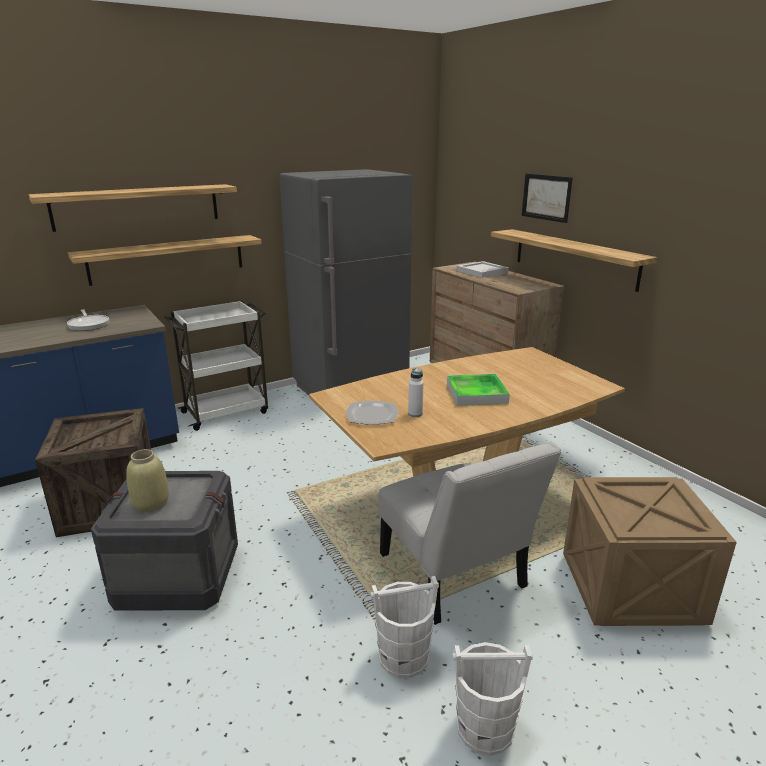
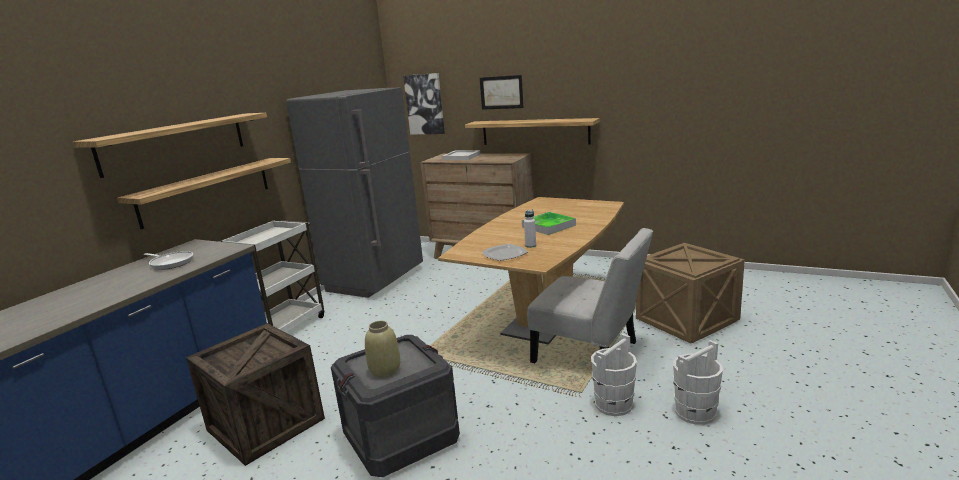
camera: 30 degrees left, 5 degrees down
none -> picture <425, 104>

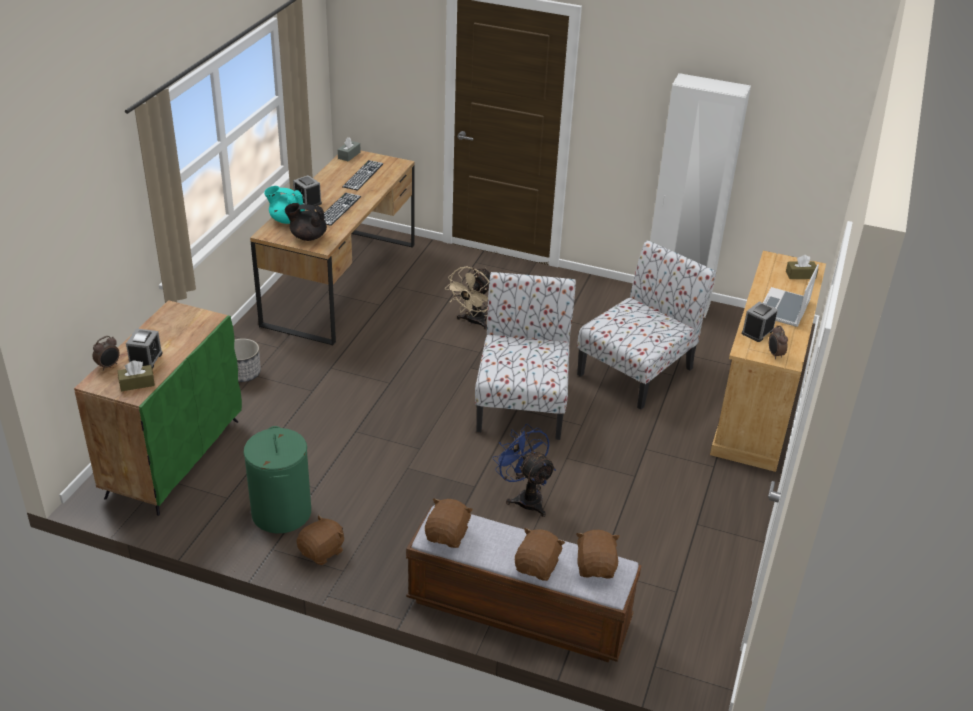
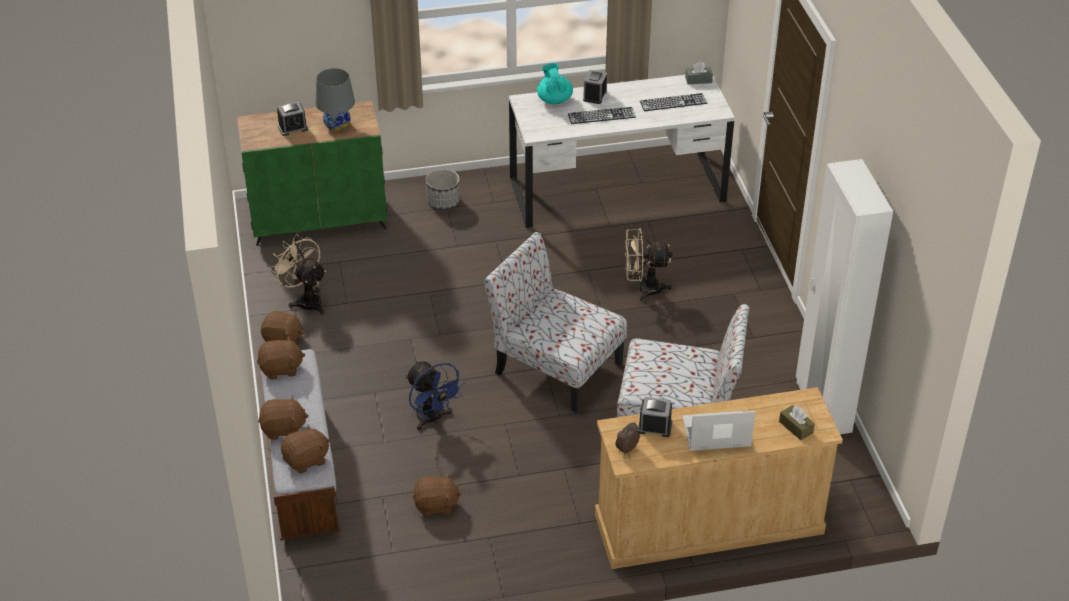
camera: 60 degrees right, 5 degrees up
alarm clock <108, 366> -> none
brown tissue box <137, 383> -> none
green laundry basket <281, 513> -> beige fan <306, 300>
brown desk <341, 283> -> white desk <617, 190>
black teapot <307, 237> -> none
chair <522, 403> -> chair <555, 367>, 120 degrees counterclockwise
blue fan <525, 497> -> blue fan <432, 419>, 120 degrees clockwise
none -> grey table lamp <337, 125>
none -> brown plush toy <436, 505>

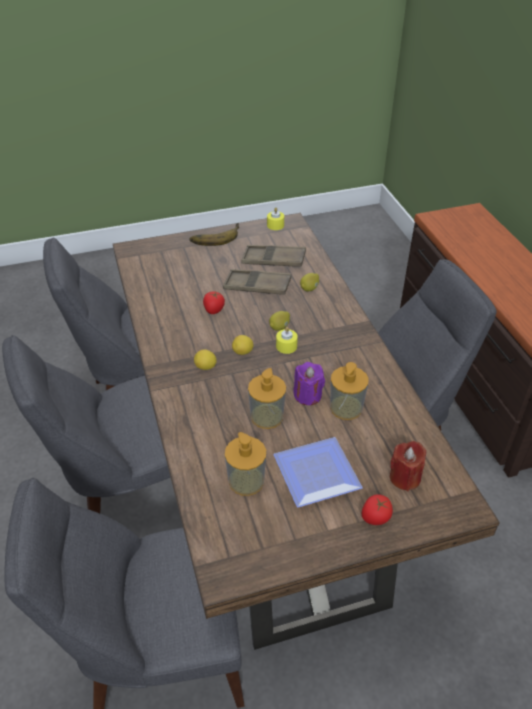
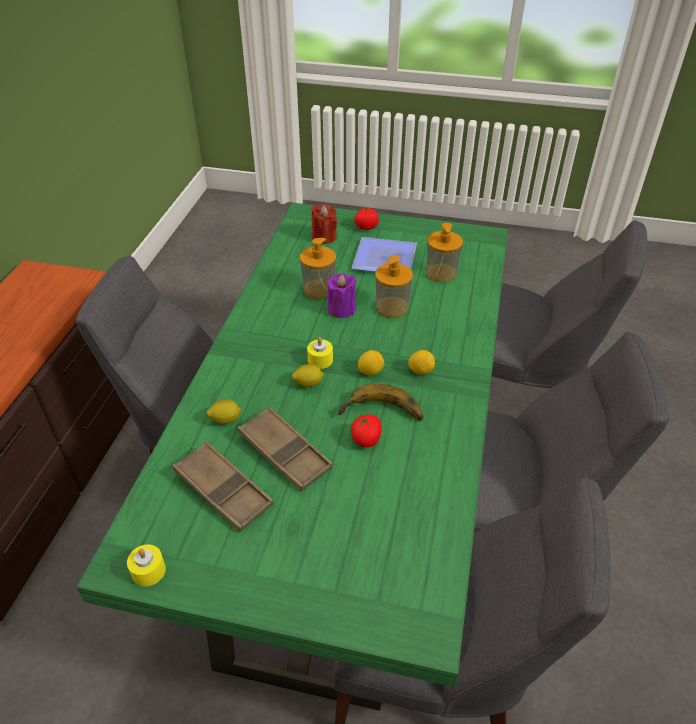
camera: 150 degrees left, 0 degrees up
brown dining table <267, 474> -> green dining table <347, 496>
banana <215, 237> -> banana <382, 415>, moved

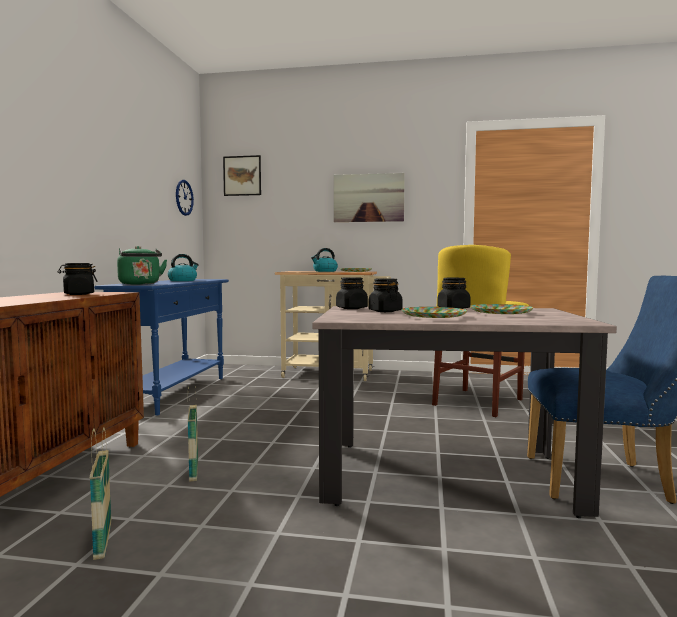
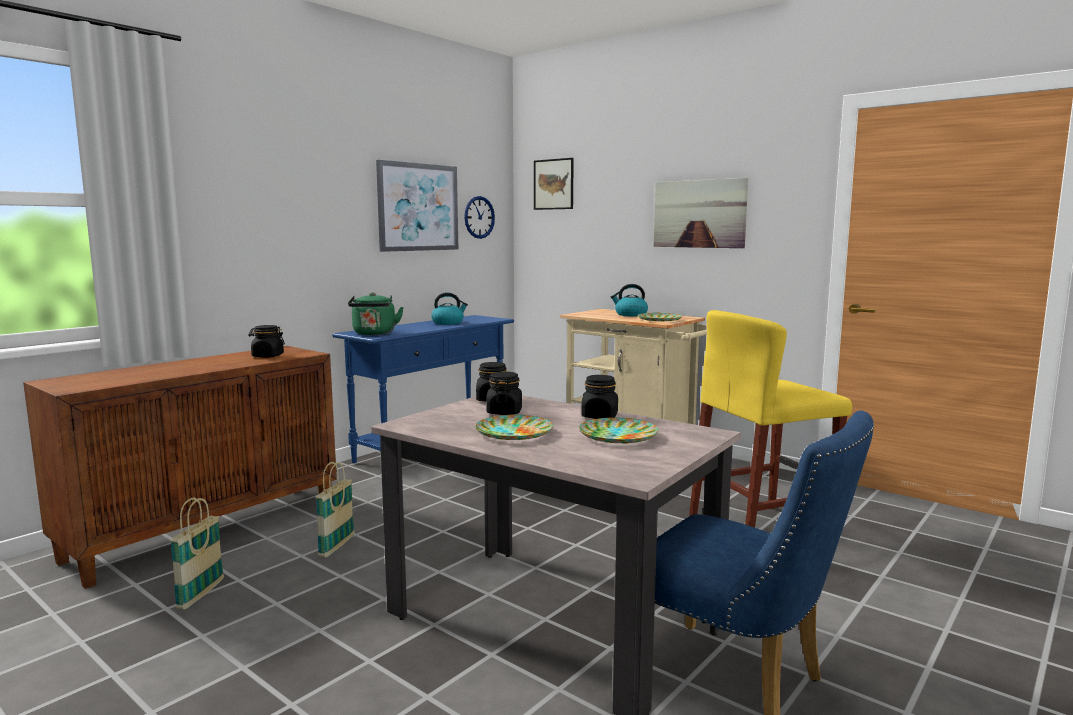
camera: 30 degrees right, 5 degrees up
none -> picture <418, 207>

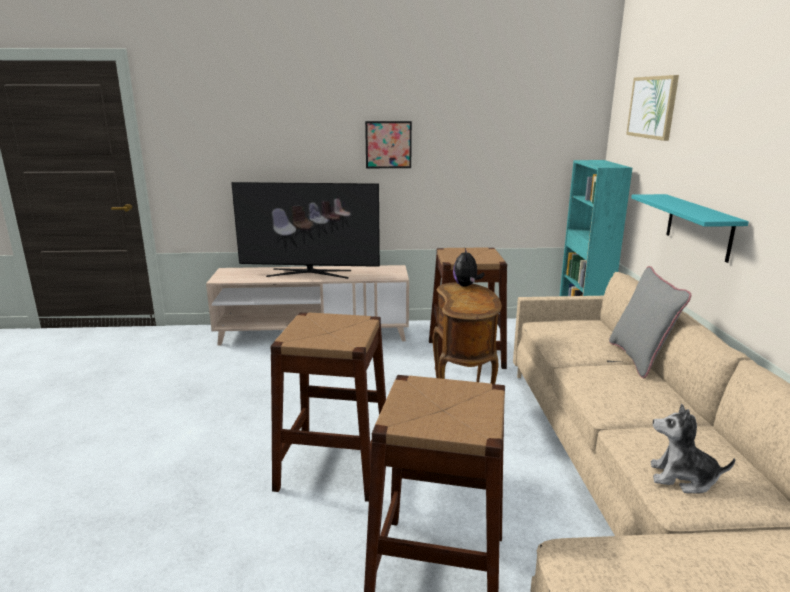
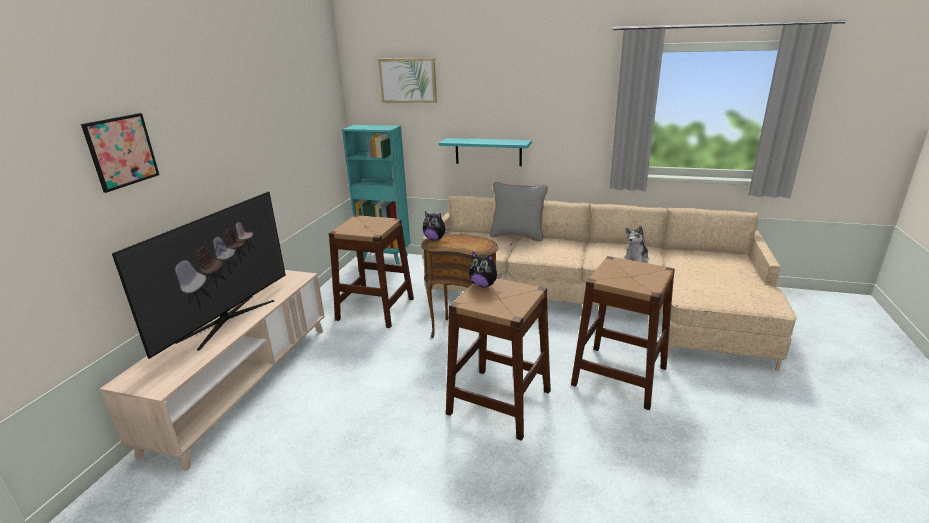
camera: 70 degrees left, 5 degrees up
picture <388, 144> -> picture <122, 151>, moved
none -> plush toy <484, 285>

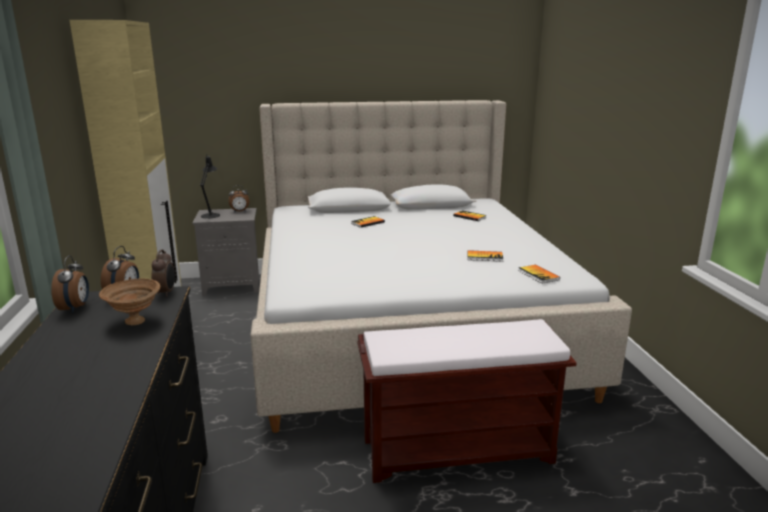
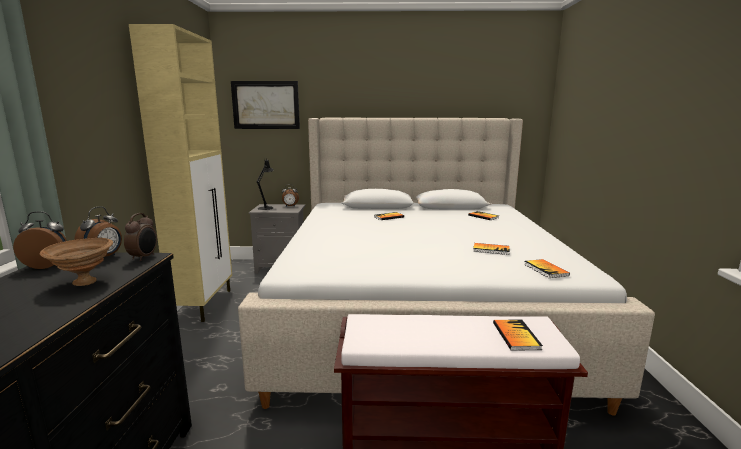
camera: 10 degrees right, 5 degrees down
alarm clock <75, 308> -> alarm clock <47, 265>, 105 degrees counterclockwise
none -> picture <266, 105>
none -> book <516, 336>

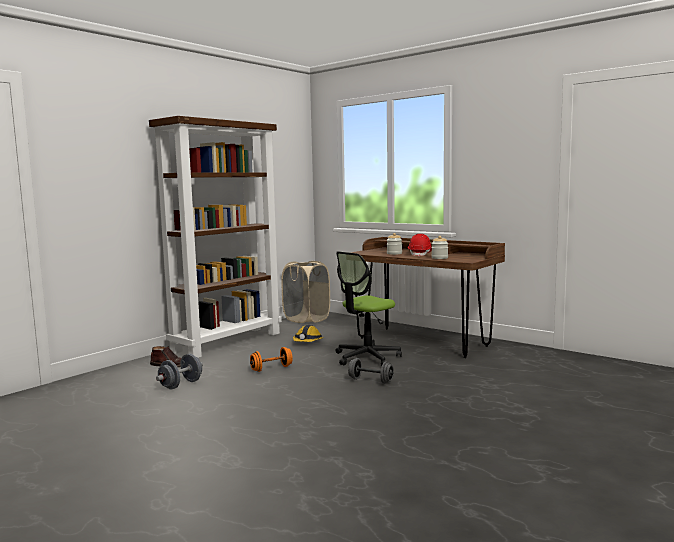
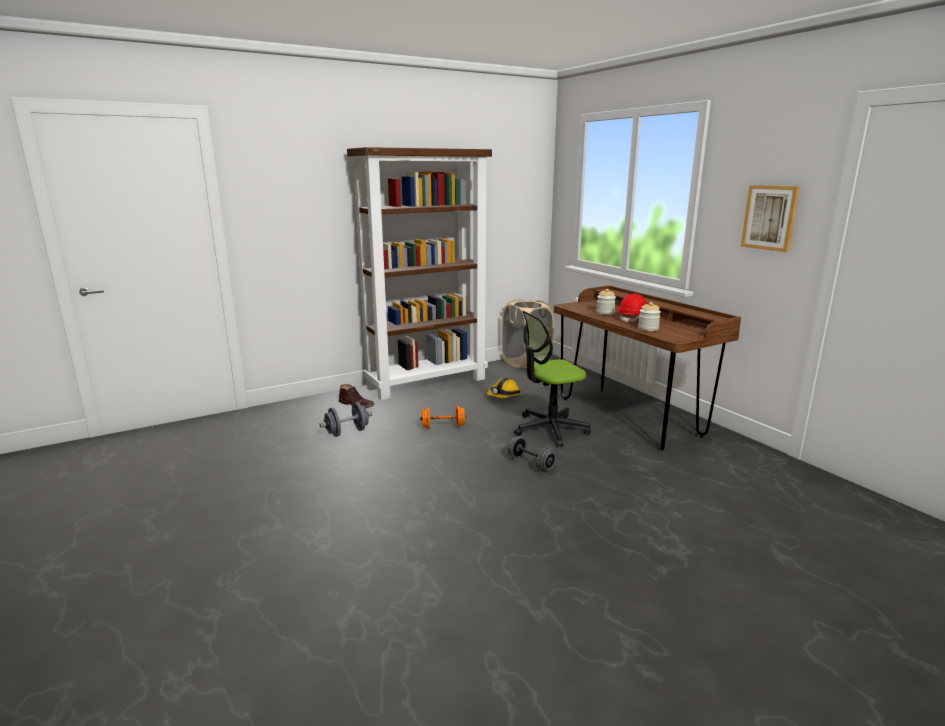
camera: 20 degrees right, 10 degrees up
none -> picture <770, 217>

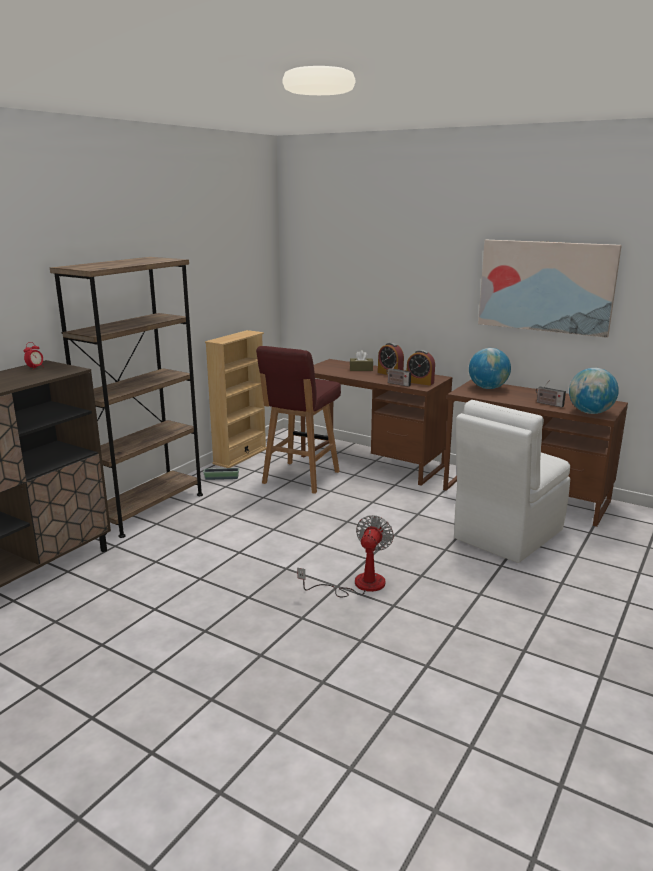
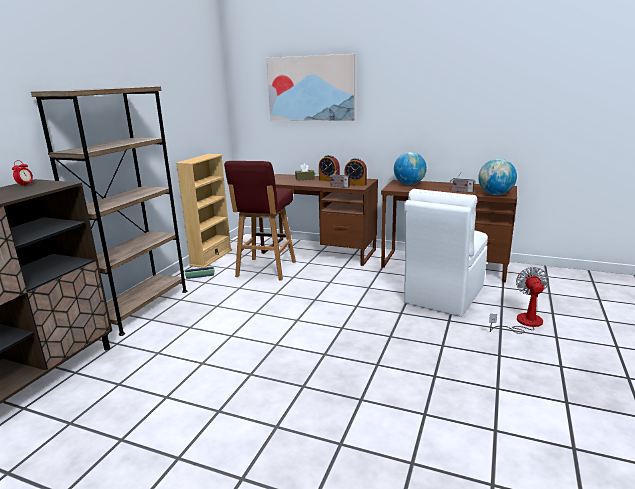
camera: 10 degrees left, 0 degrees up
fan <358, 585> -> fan <522, 323>, moved
picture <546, 286> -> picture <311, 88>, moved

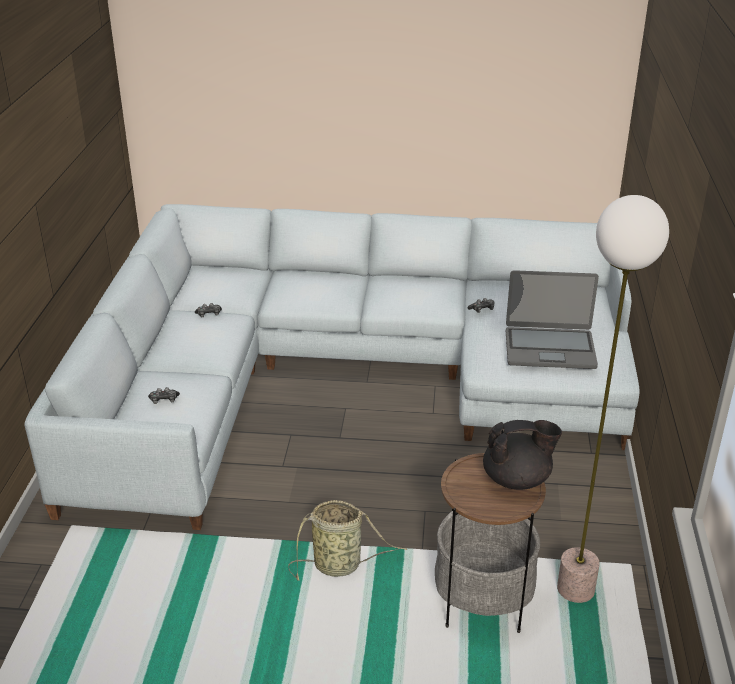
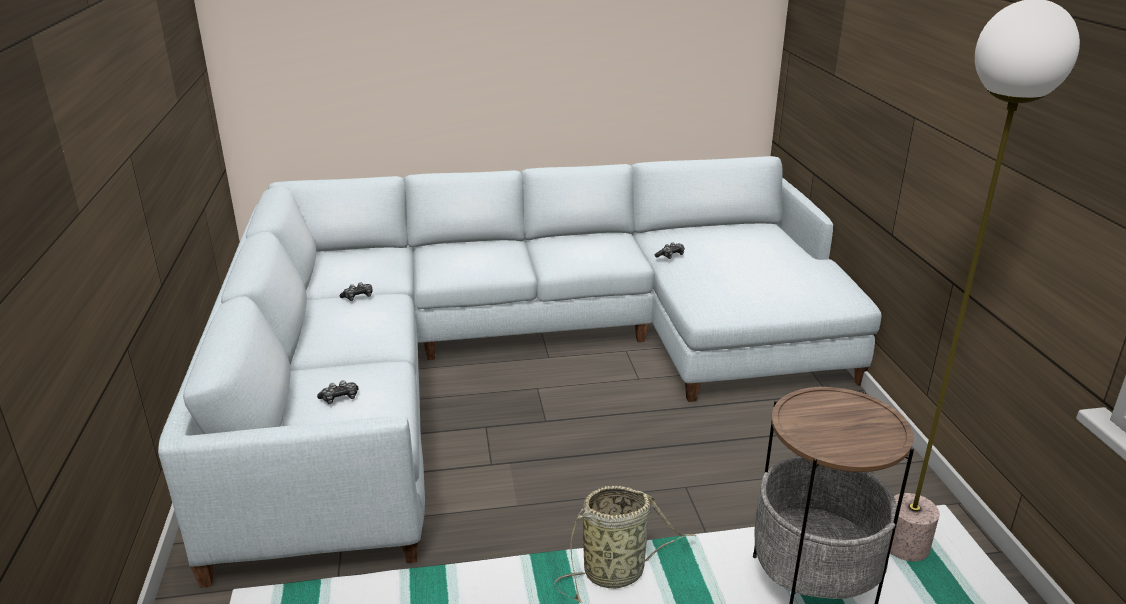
camera: 15 degrees left, 5 degrees down
black teapot <517, 479> -> none
laptop <549, 348> -> none

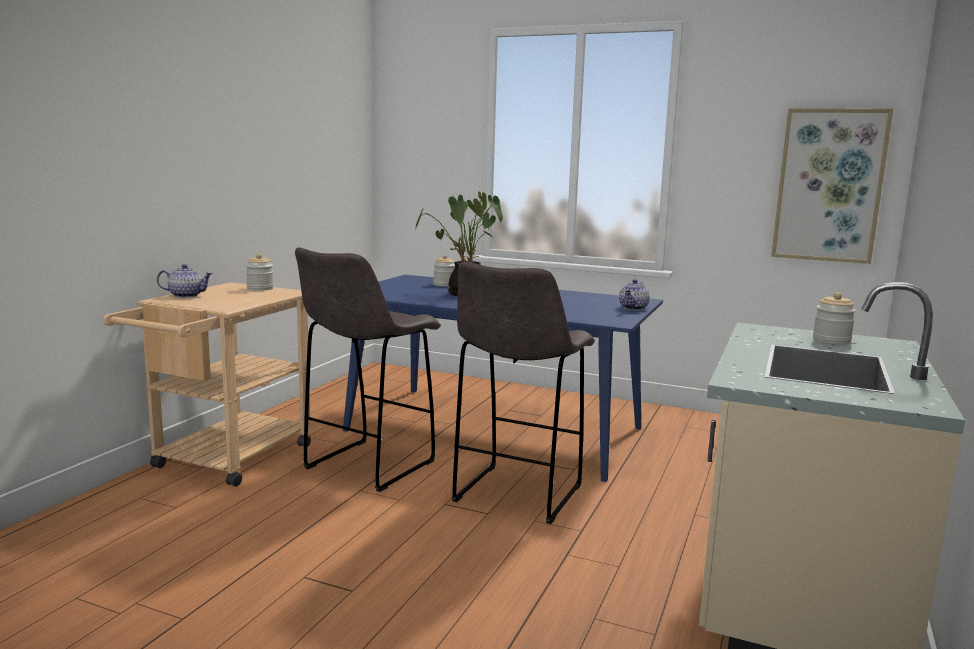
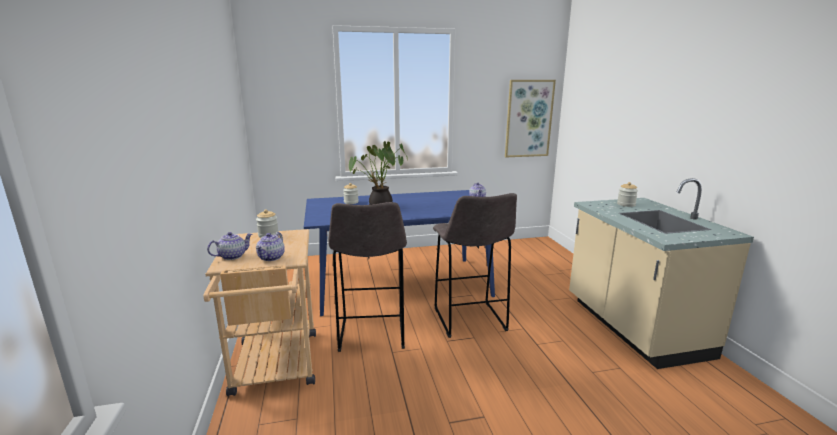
camera: 35 degrees left, 5 degrees up
none -> teapot <271, 257>

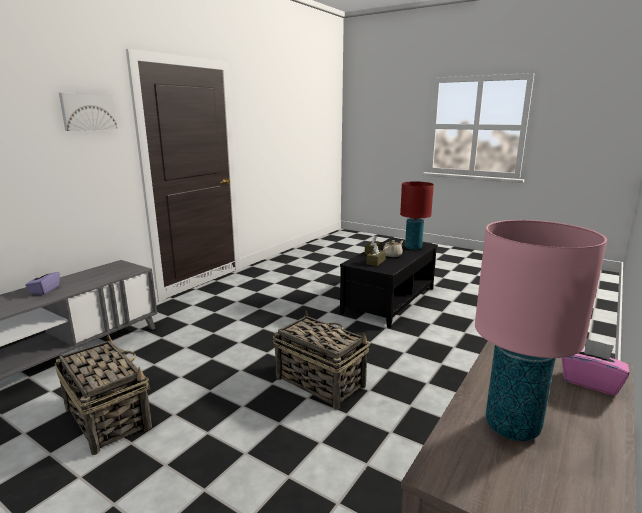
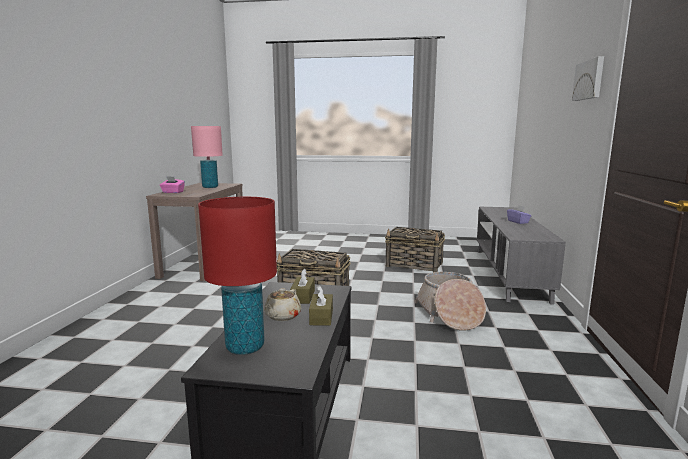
camera: 155 degrees right, 5 degrees down
none -> basket <449, 314>

